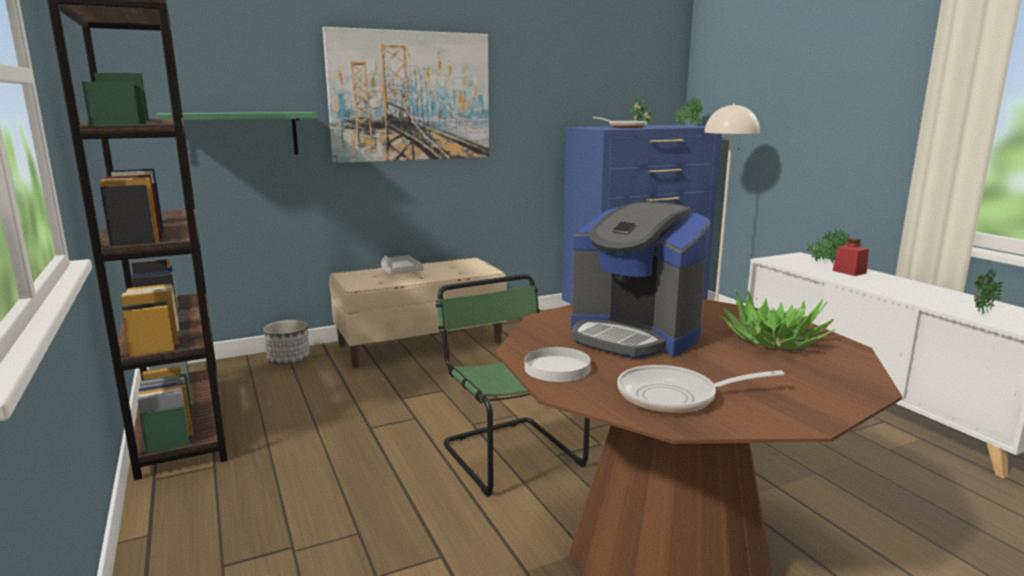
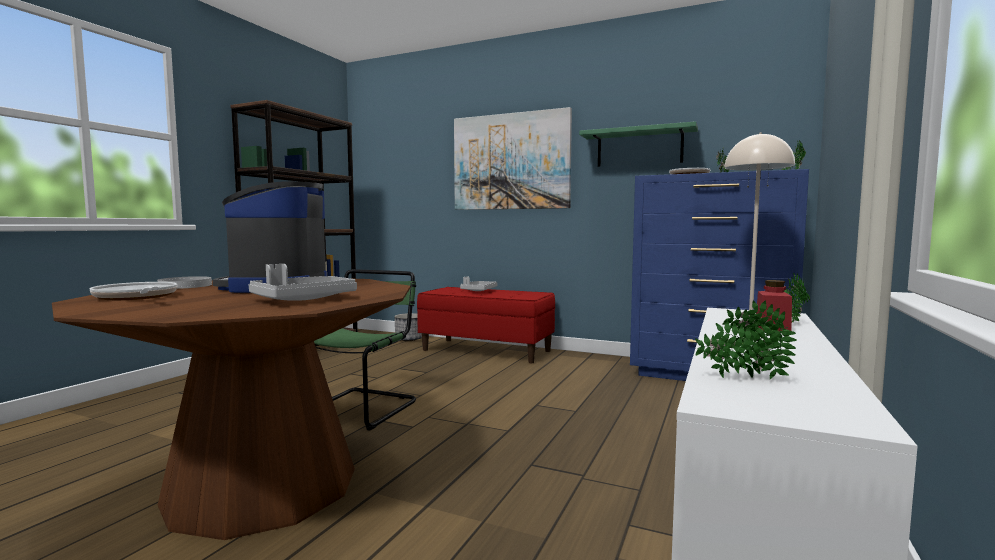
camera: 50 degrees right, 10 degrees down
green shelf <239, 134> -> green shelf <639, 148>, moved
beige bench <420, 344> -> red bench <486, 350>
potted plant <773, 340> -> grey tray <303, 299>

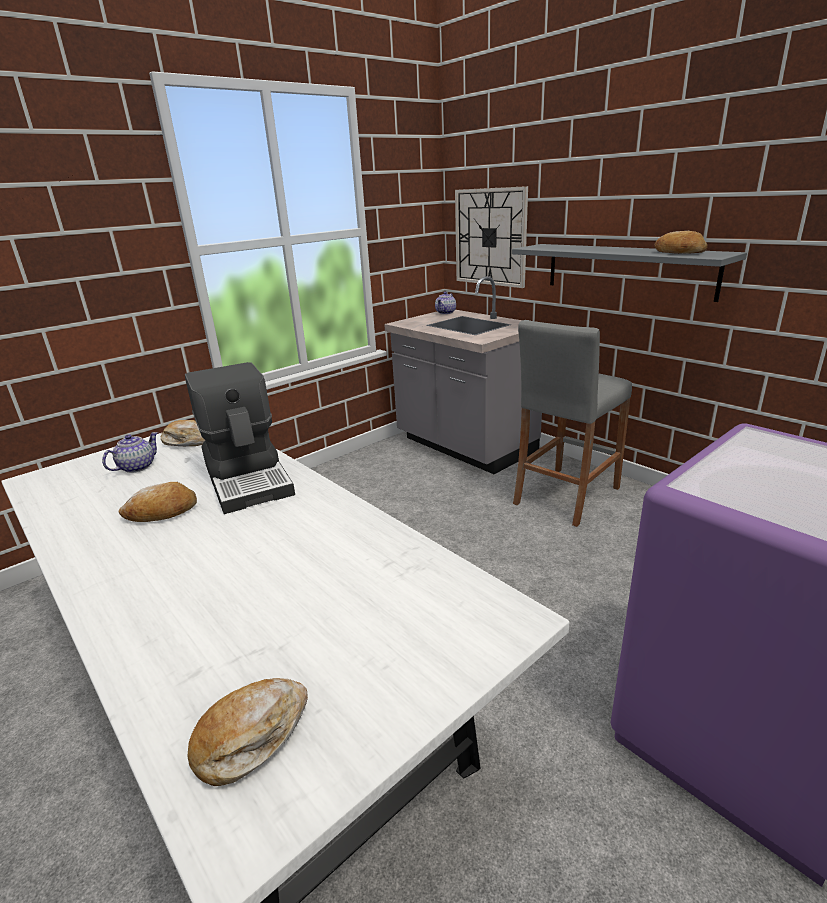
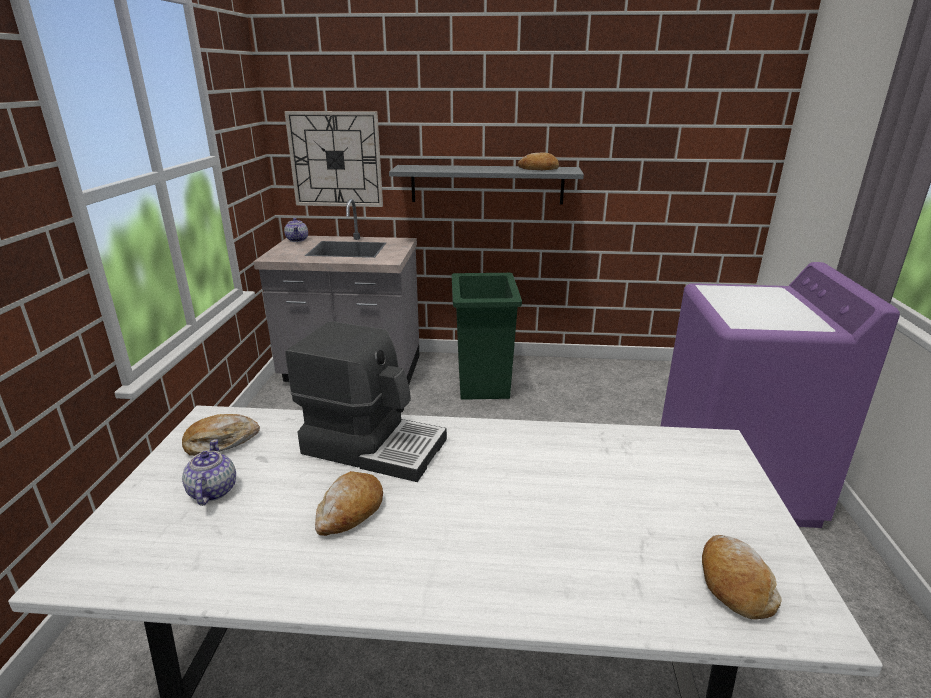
camera: 45 degrees left, 0 degrees up
grey stool <566, 496> -> green trash can <482, 383>

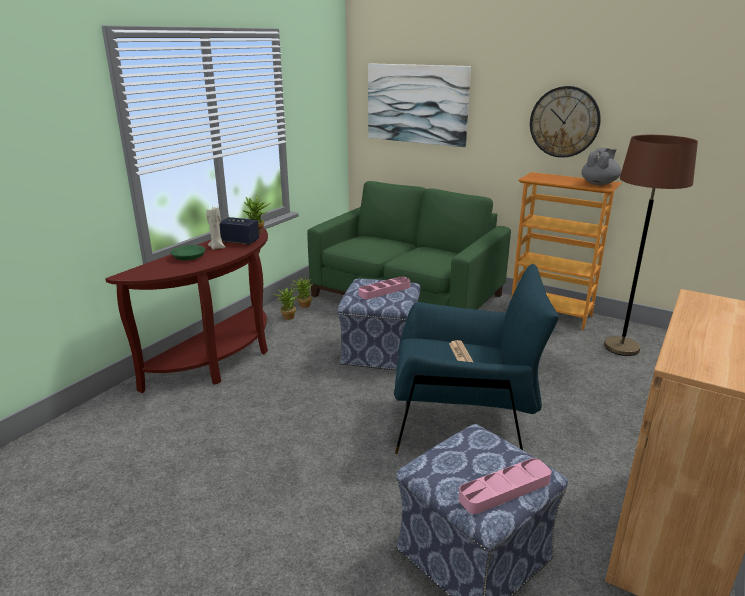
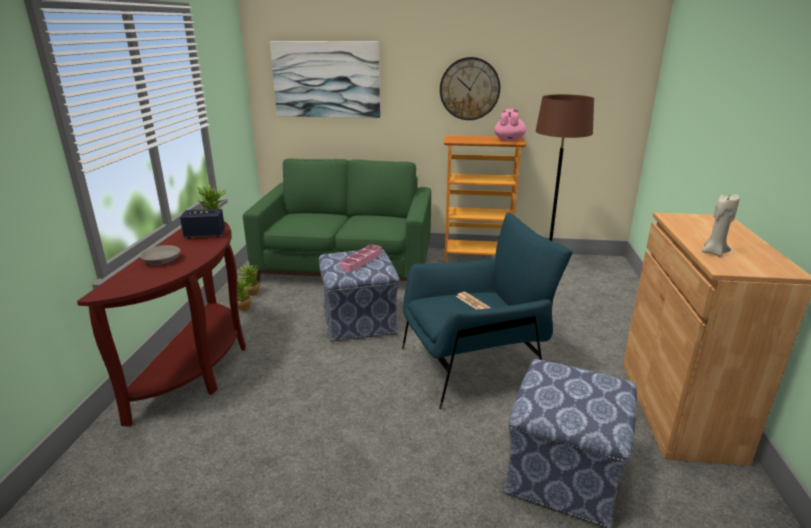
camera: 25 degrees left, 0 degrees up
green bowl <188, 257> -> grey bowl <161, 260>
beige candle <217, 247> -> beige candle <713, 252>, moved
pink tray <505, 490> -> none
grey teapot <599, 184> -> pink teapot <509, 140>

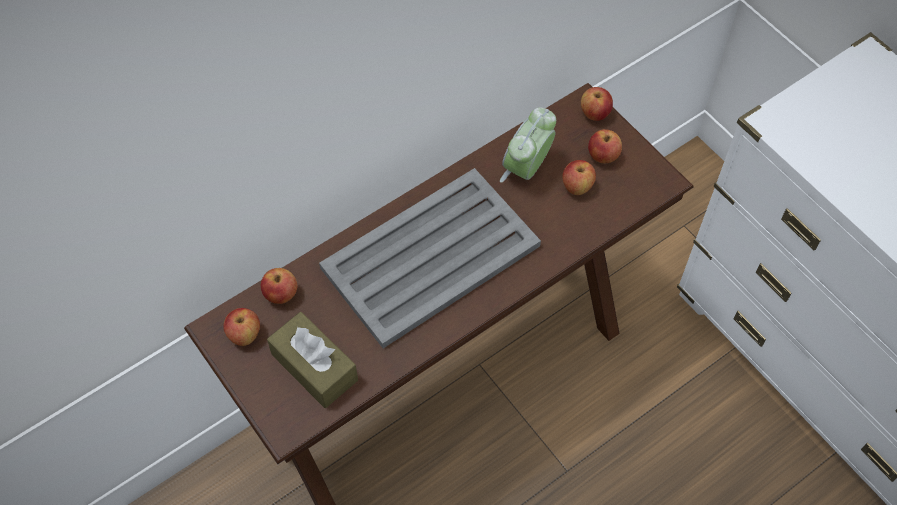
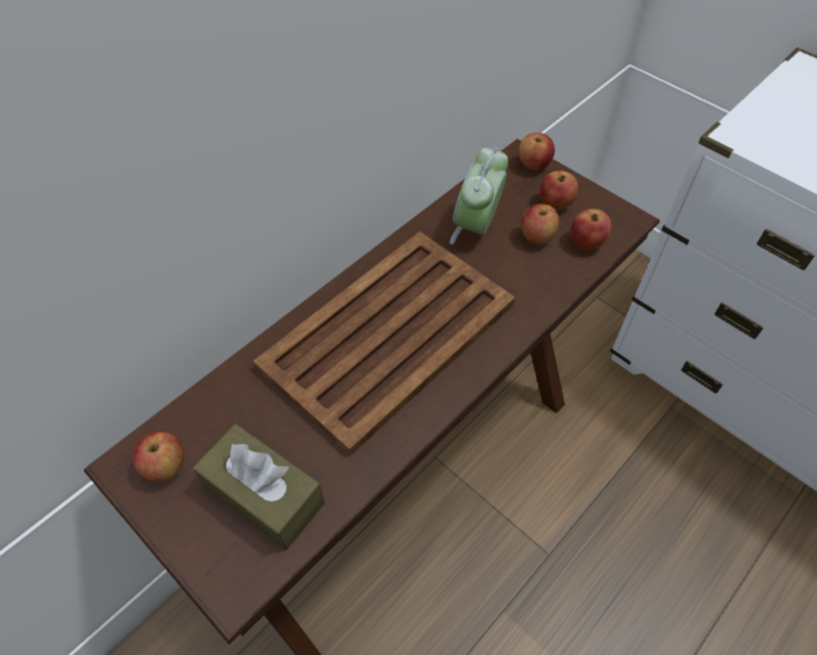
camera: 10 degrees left, 5 degrees down
apple <281, 295> -> apple <587, 243>, moved
grey tray <428, 258> -> brown tray <386, 336>

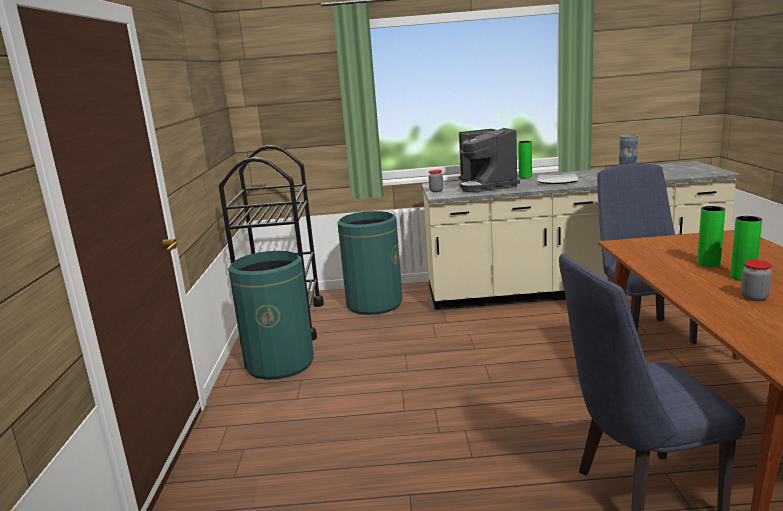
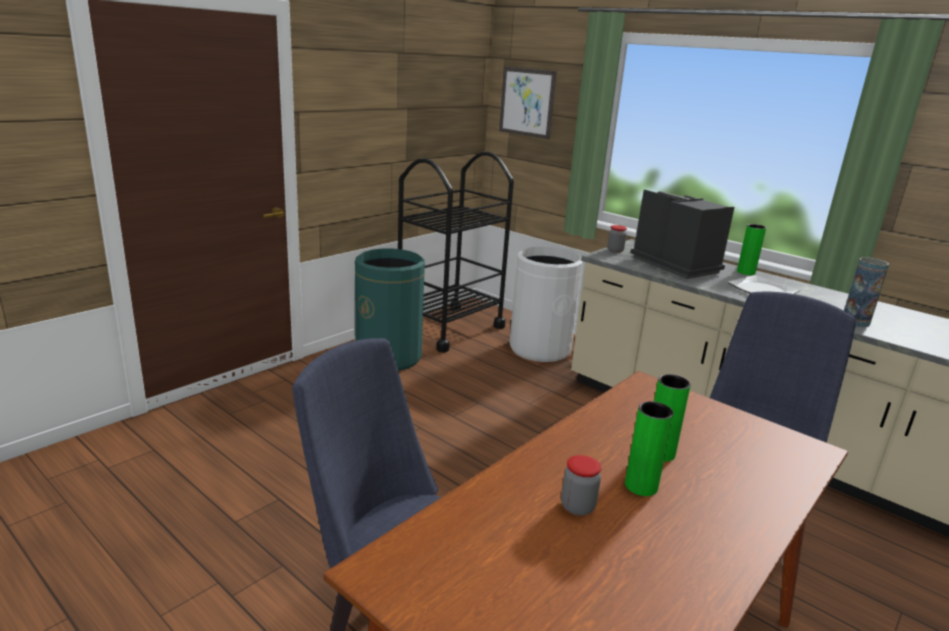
camera: 40 degrees right, 5 degrees up
green trash can <374, 304> -> white trash can <540, 349>
coffee machine <486, 185> -> coffee machine <675, 264>, 120 degrees clockwise
none -> picture <527, 102>

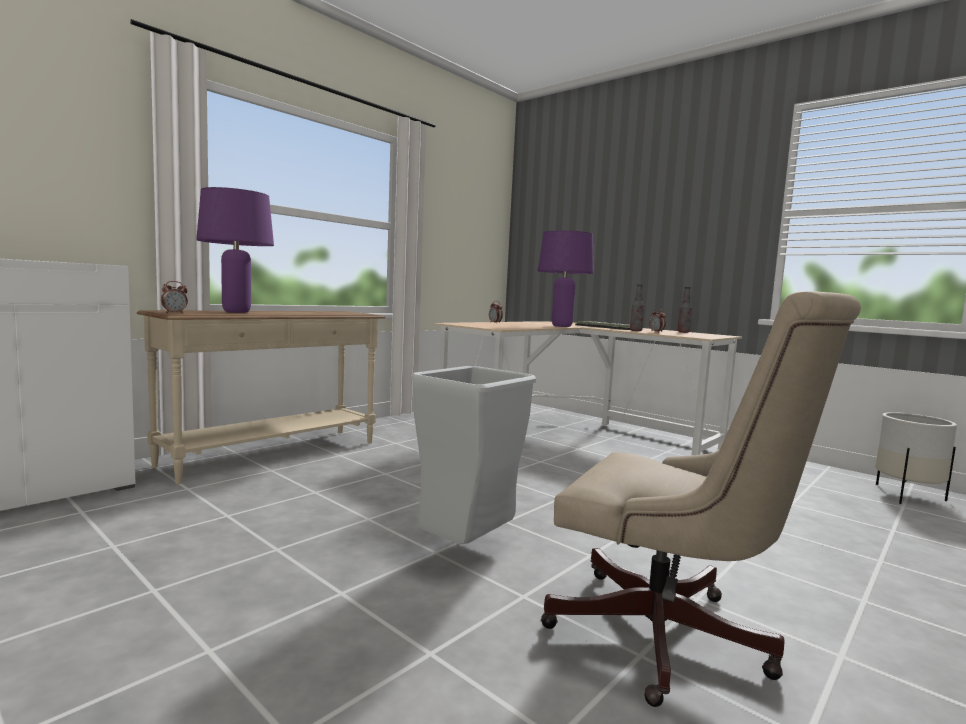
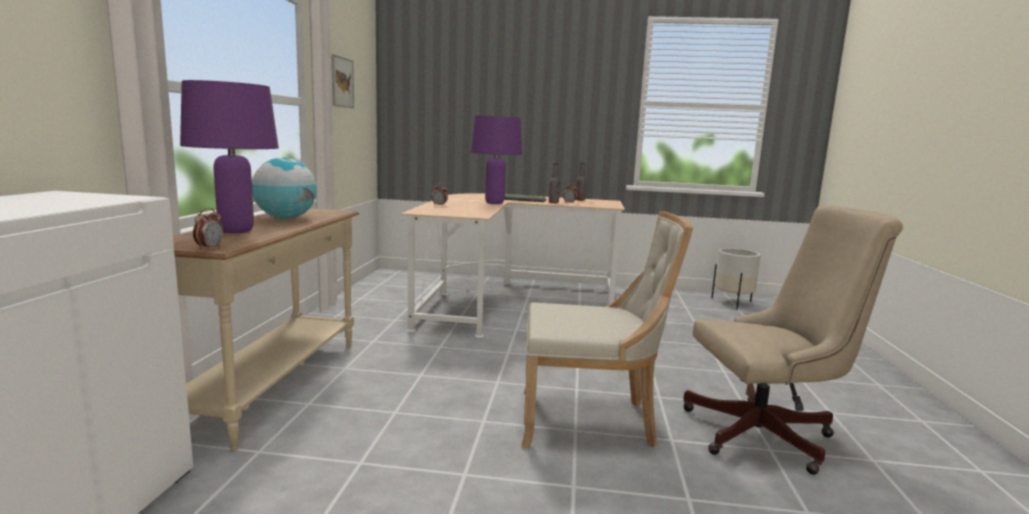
camera: 35 degrees left, 5 degrees up
grey trash can <466, 550> -> beige chair <591, 421>
none -> globe <285, 218>
none -> picture <342, 82>

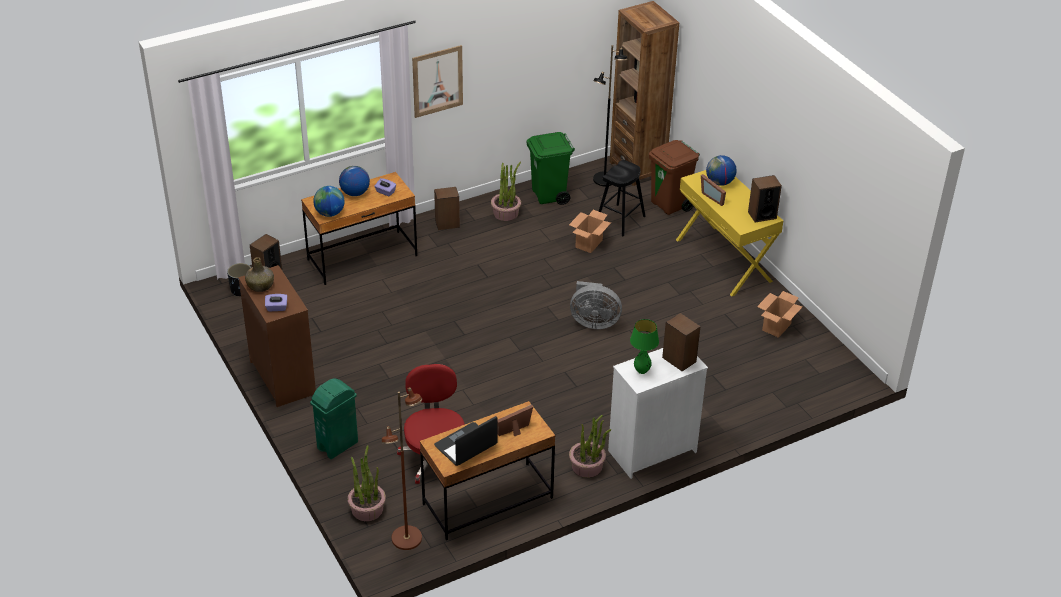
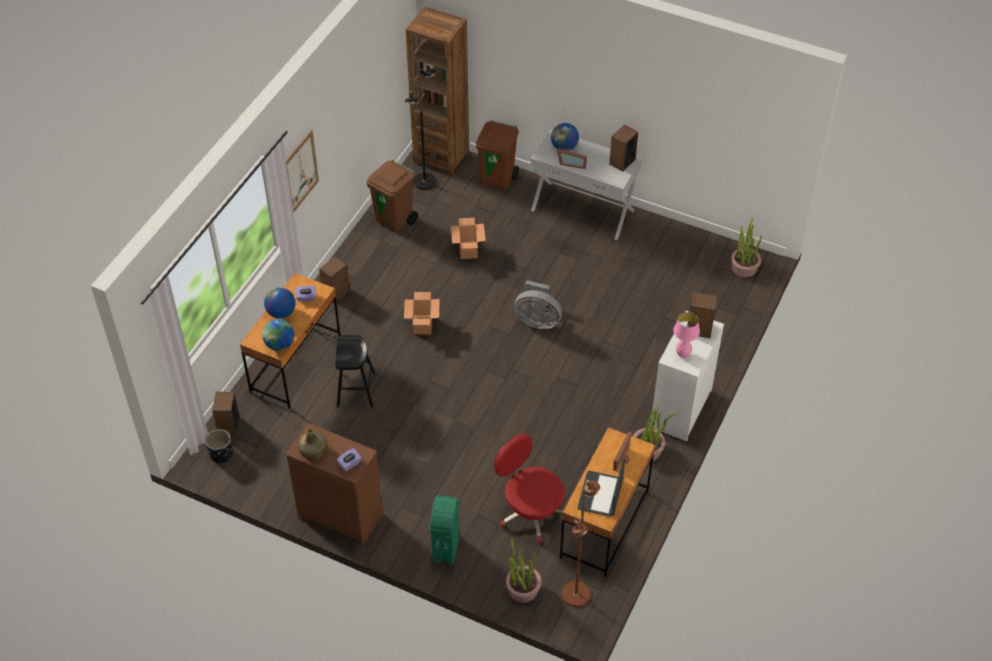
camera: 35 degrees left, 10 degrees up
potted plant <506, 213> -> potted plant <744, 267>, moved
green trash can <549, 195> -> brown trash can <394, 220>
grey fan <593, 322> -> grey fan <537, 320>, 45 degrees clockwise
black stool <620, 220> -> black stool <356, 389>, moved
green table lamp <642, 371> -> pink table lamp <683, 354>
yellow console table <724, 260> -> white console table <583, 210>
cardboard box <776, 327> -> cardboard box <422, 325>, moved

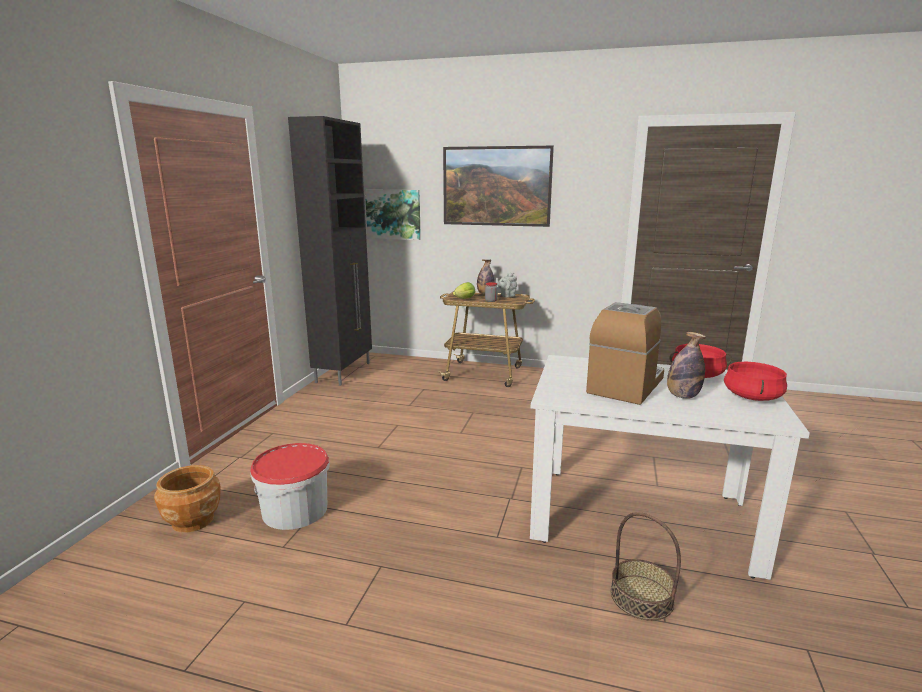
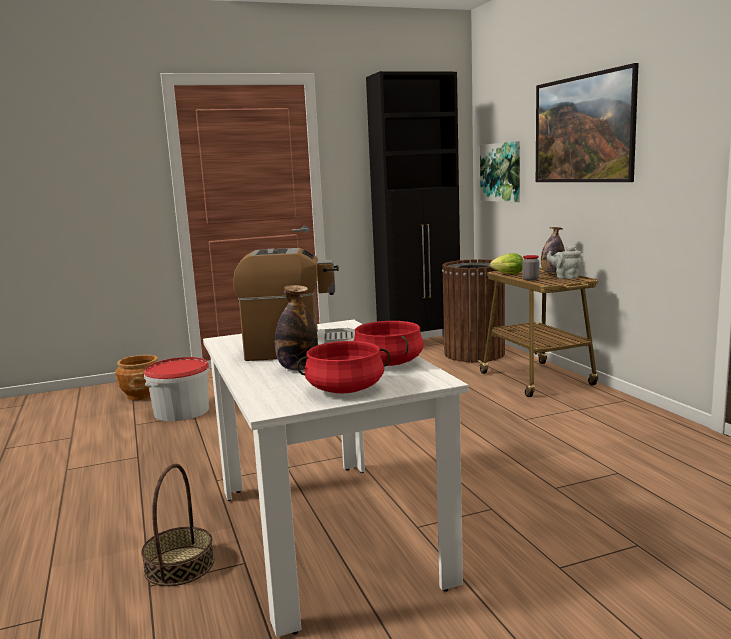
camera: 55 degrees right, 5 degrees down
none -> brown trash can <474, 354>

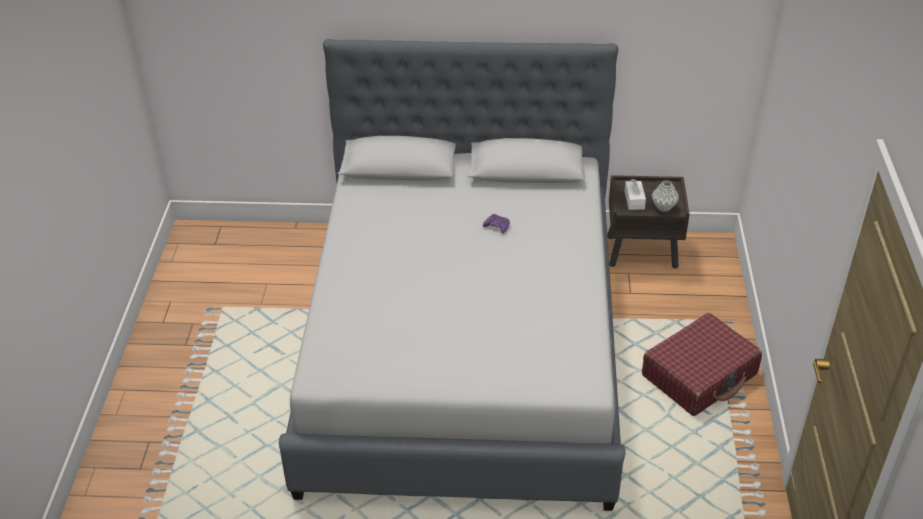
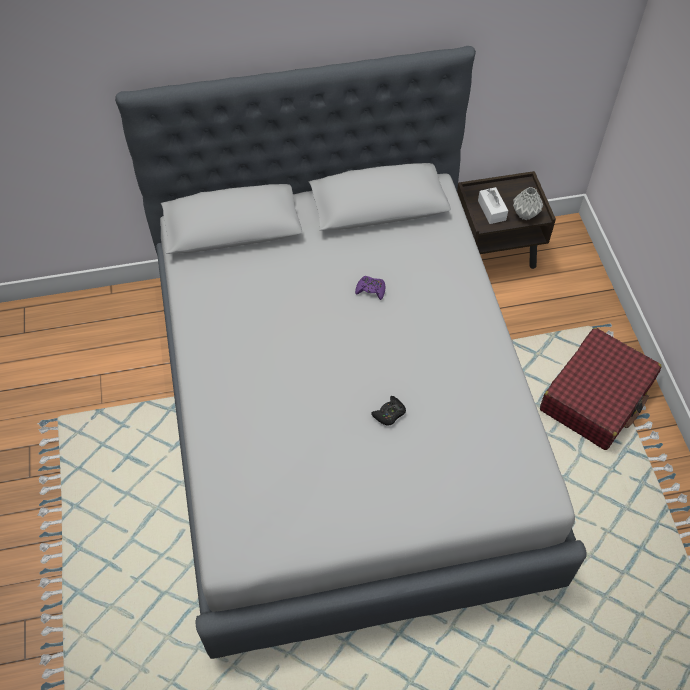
camera: 15 degrees left, 15 degrees up
none -> black game controller <389, 413>

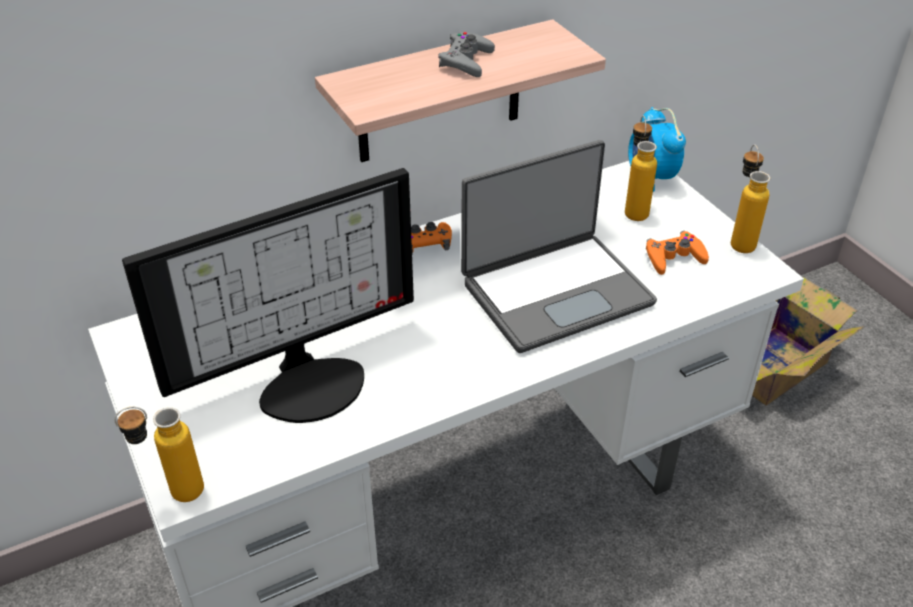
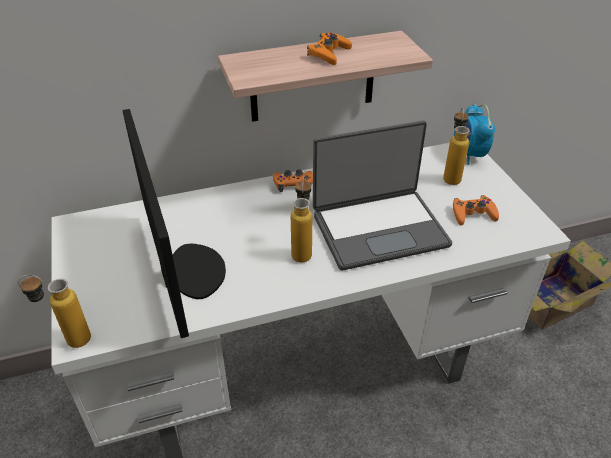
camera: 10 degrees right, 0 degrees up
monitor <310, 381> -> monitor <186, 272>, 90 degrees counterclockwise
grey game controller <466, 61> -> orange game controller <328, 53>
bottle <739, 240> -> bottle <302, 250>, moved

